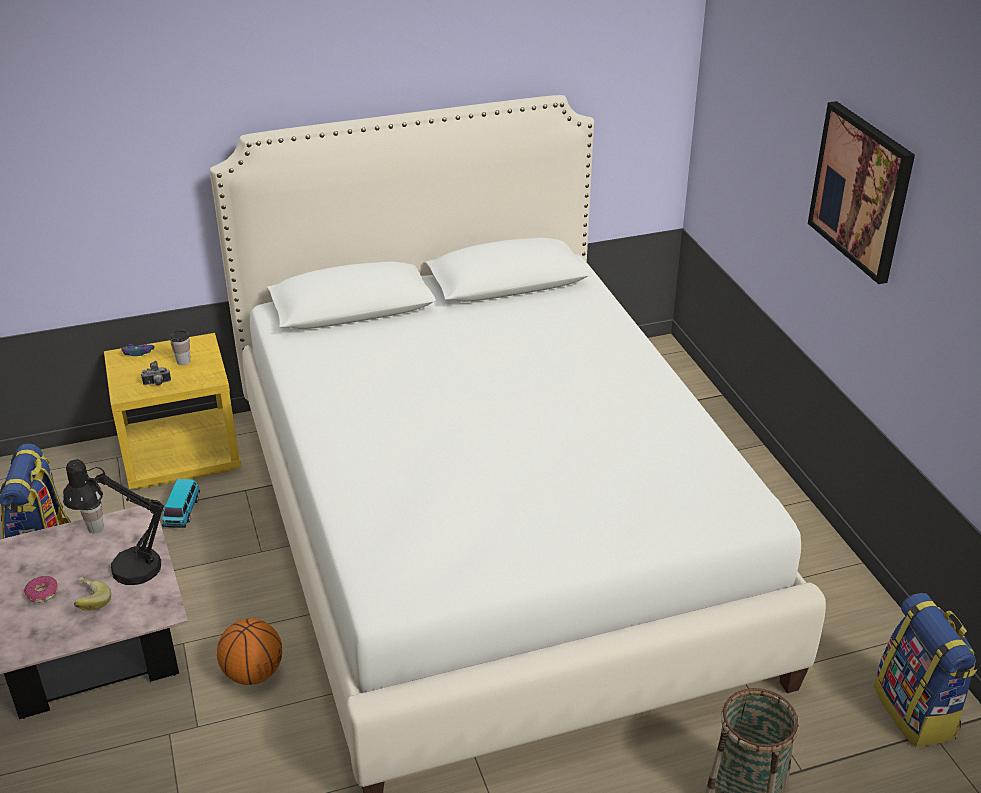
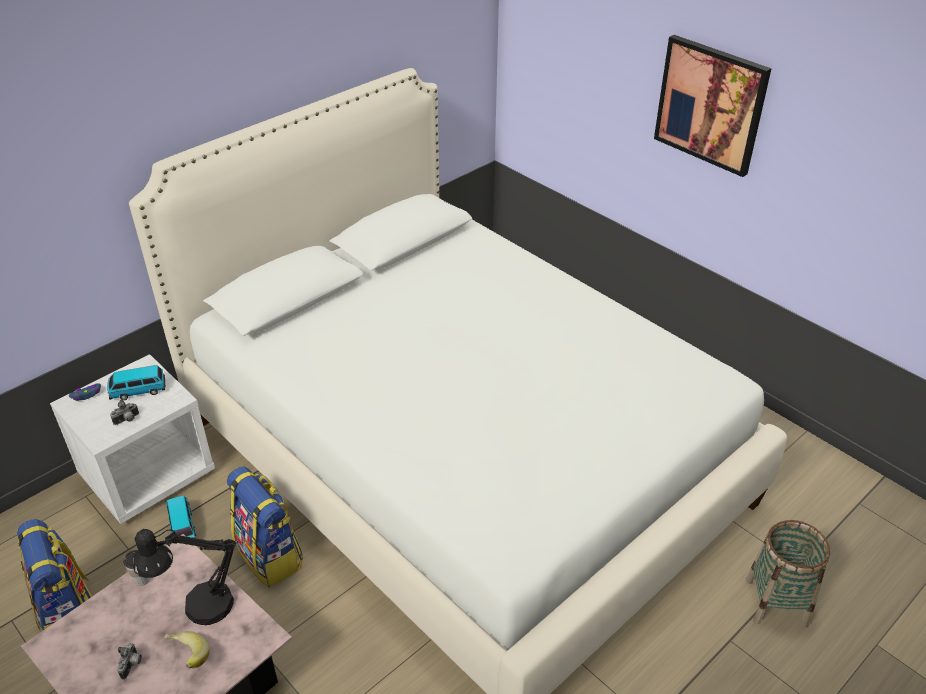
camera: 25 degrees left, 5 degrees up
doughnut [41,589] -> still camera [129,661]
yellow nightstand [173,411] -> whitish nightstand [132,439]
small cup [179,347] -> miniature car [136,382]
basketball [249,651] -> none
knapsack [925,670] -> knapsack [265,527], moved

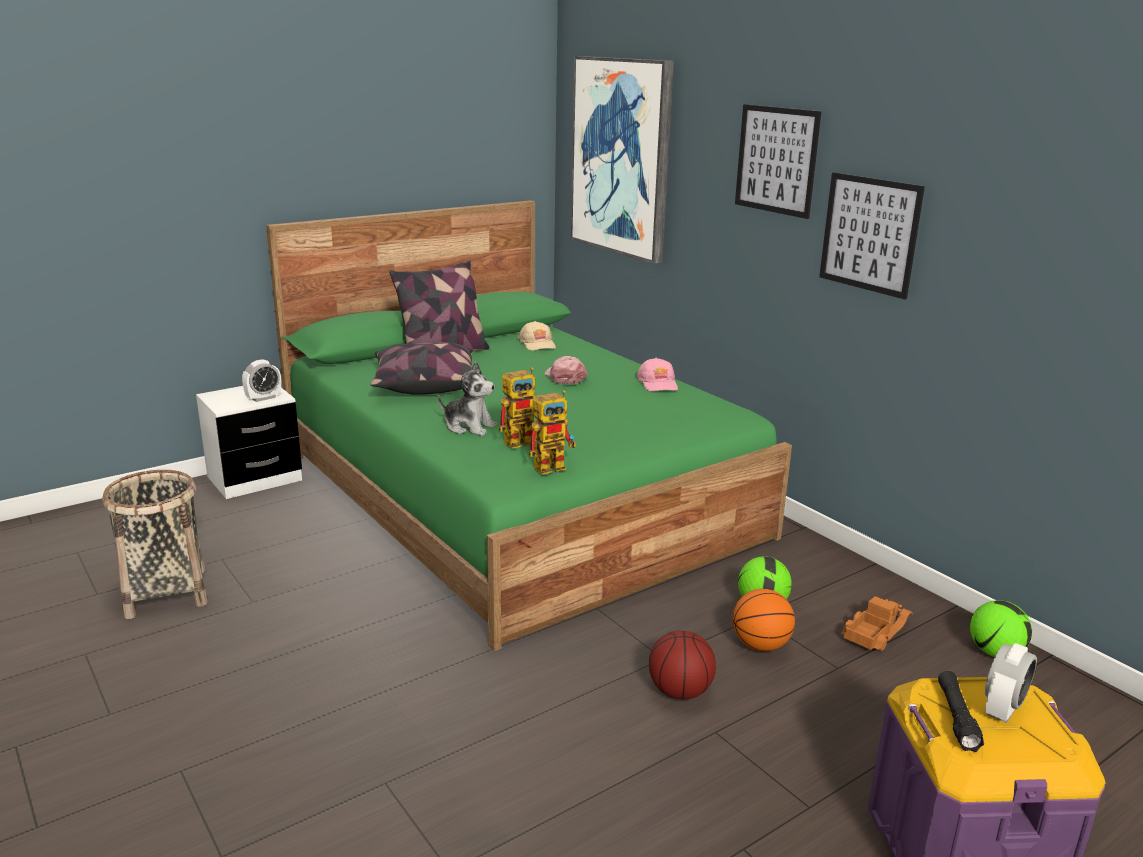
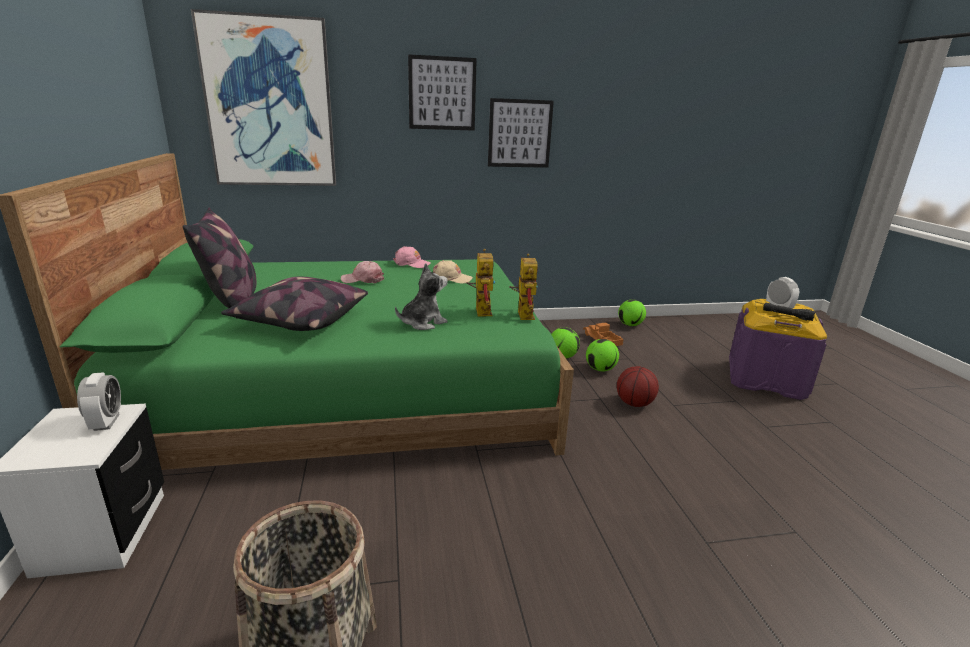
camera: 65 degrees left, 0 degrees up
beige baseball cap [537,336] -> beige baseball cap [453,272], moved
basketball [763,620] -> ball for football [602,355]

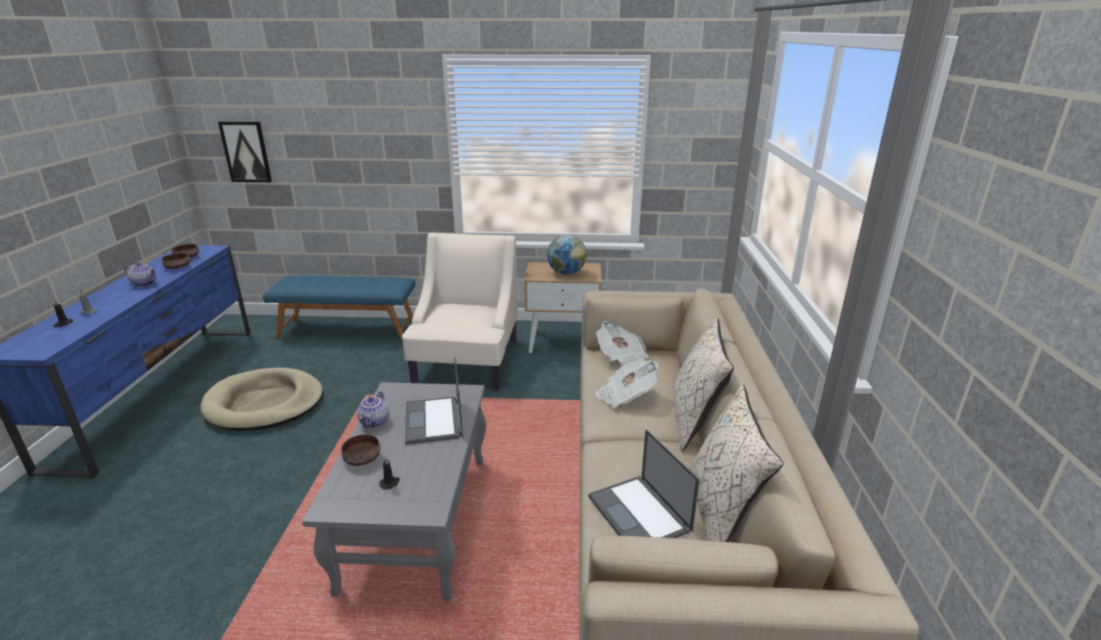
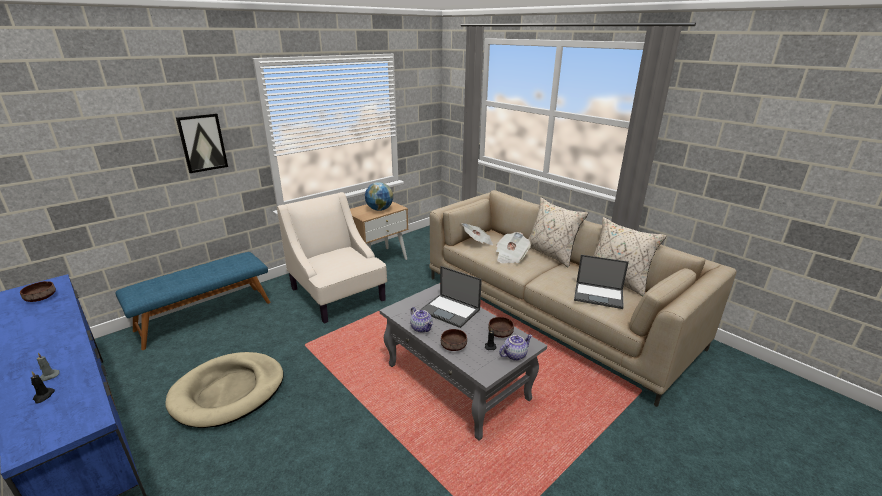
camera: 45 degrees left, 0 degrees up
tea pot [140,275] -> tea pot [515,347], moved
brown serving bowl [176,261] -> brown serving bowl [501,327], moved
wall art [245,151] -> wall art [202,143], moved

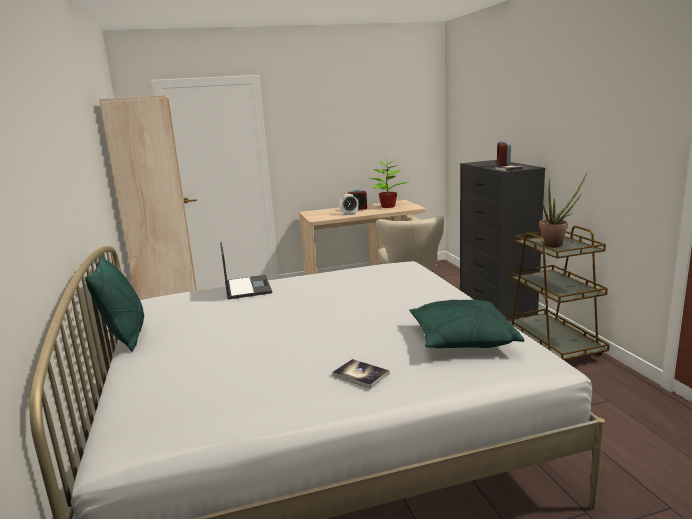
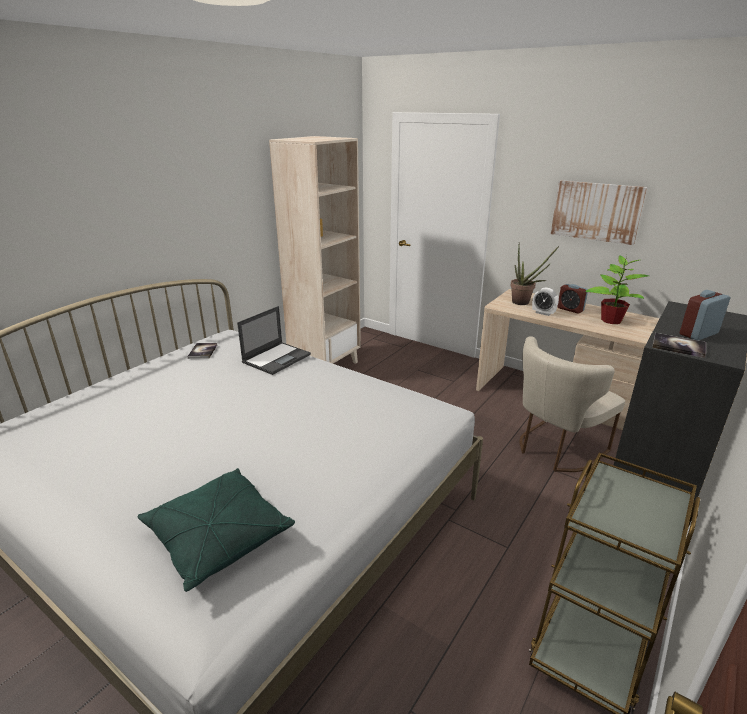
camera: 50 degrees right, 10 degrees up
green-coloured throw pillow [114,303] -> none
book [360,373] -> book [202,351], moved
potted plant [563,210] -> potted plant [534,275], moved
none -> wall art [599,212]

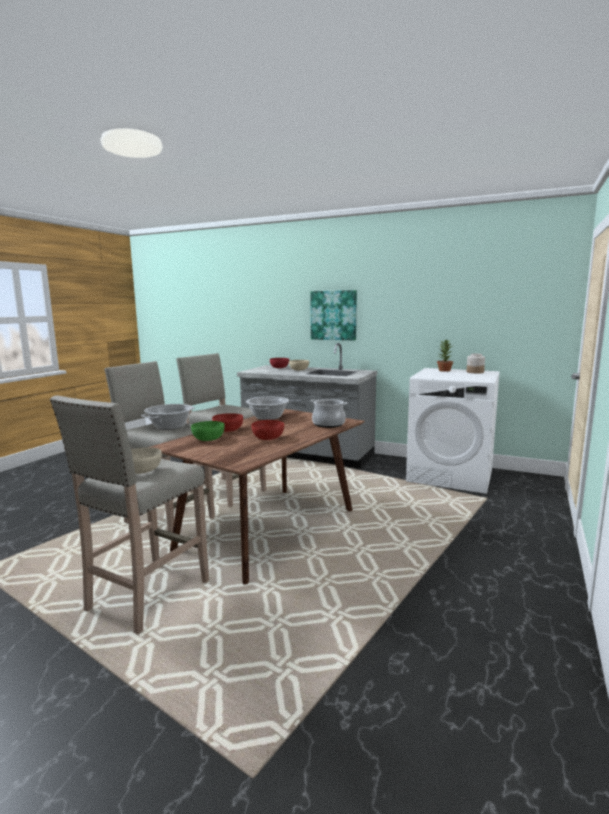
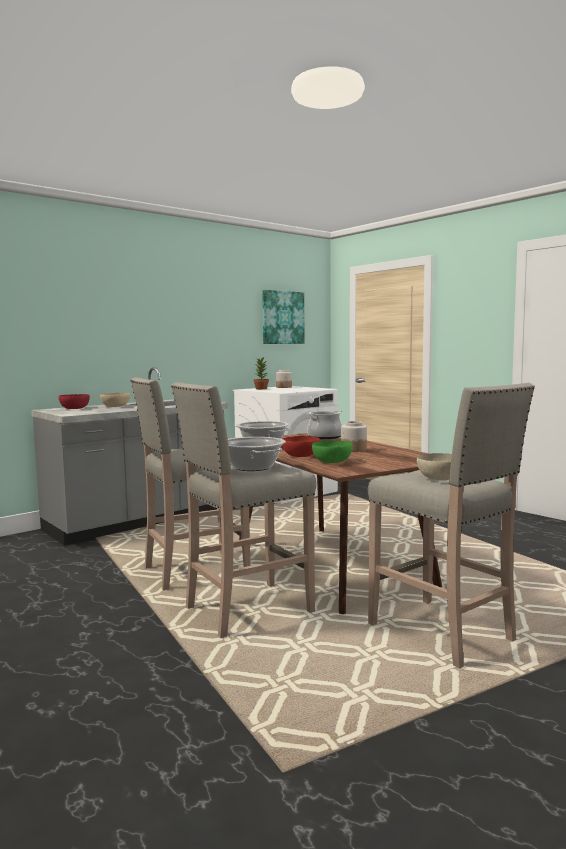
camera: 65 degrees left, 5 degrees down
reddish serving bowl [267,430] -> storage jar [354,436]
wall art [333,315] -> wall art [283,317], moved

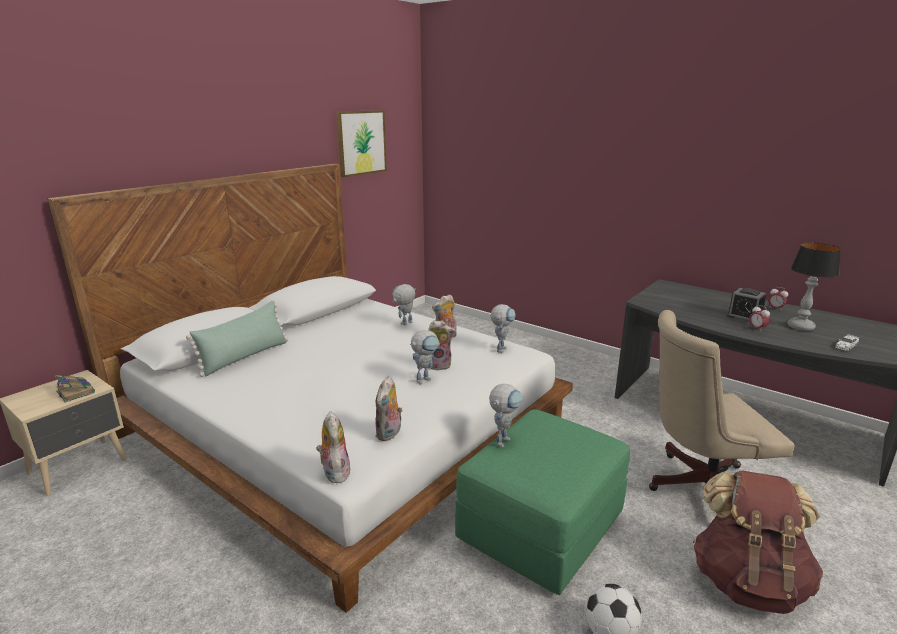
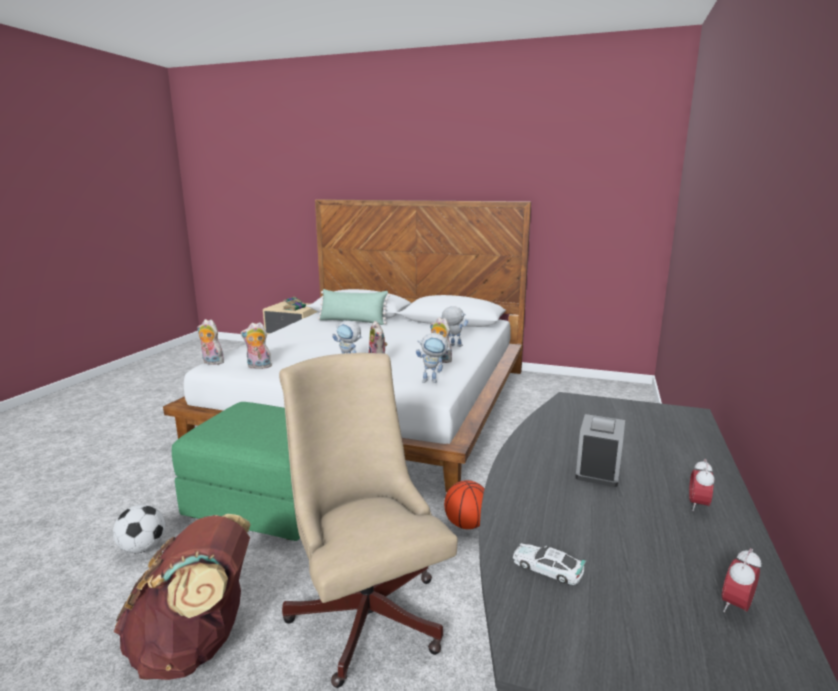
camera: 70 degrees right, 5 degrees down
plush toy [333,447] -> plush toy [210,342], 120 degrees counterclockwise
wall art [361,143] -> none
model robot [506,416] -> none
bedside clock [759,317] -> bedside clock [741,580], moved
tabletop lamp [814,287] -> none
none -> basketball [464,504]

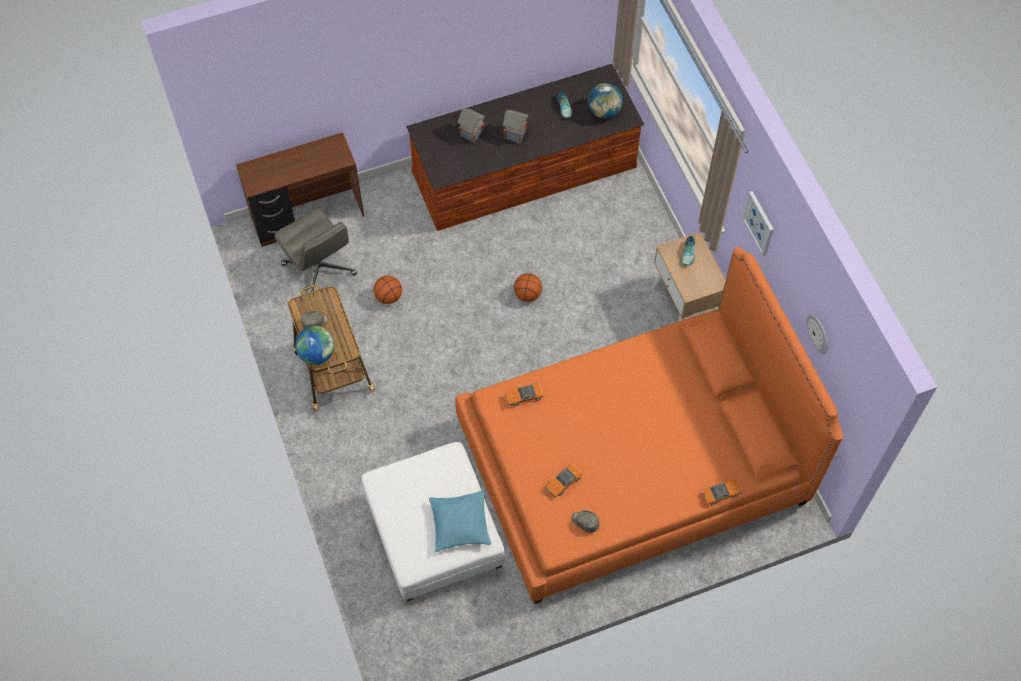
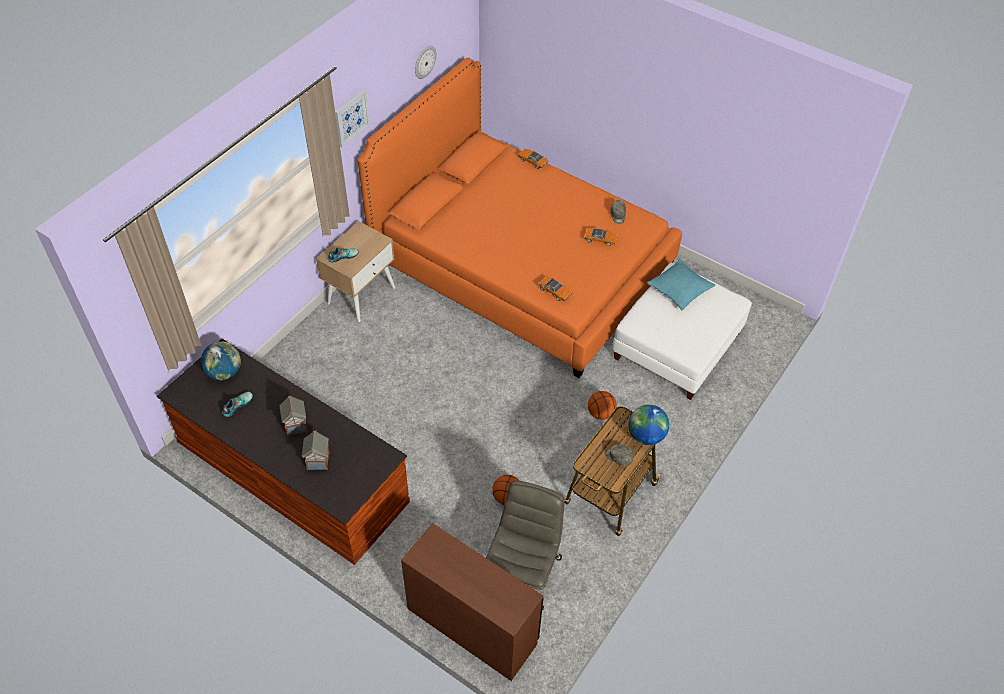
camera: 125 degrees left, 10 degrees down
basketball [528,287] -> basketball [602,405], moved

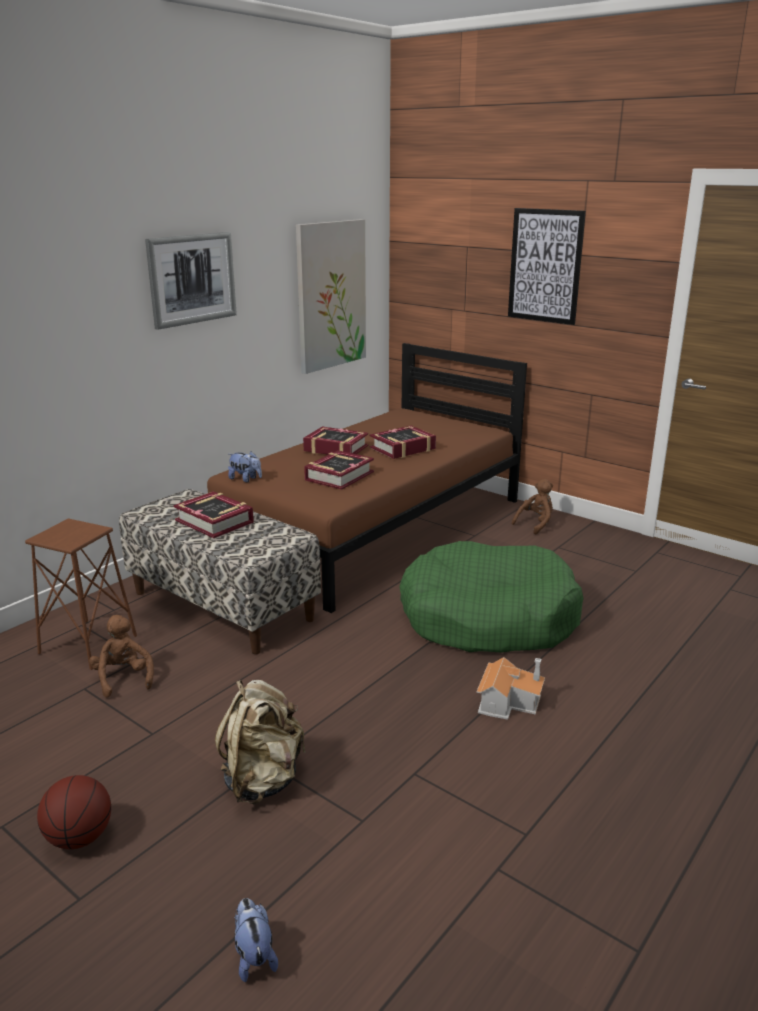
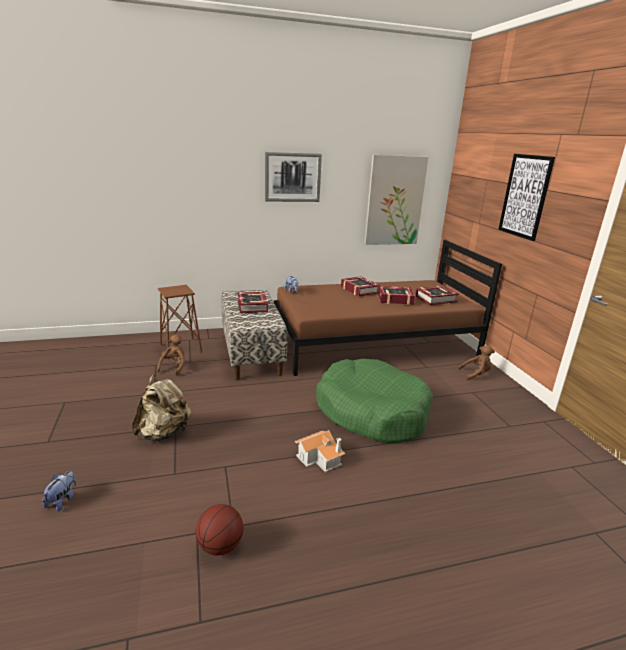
camera: 35 degrees right, 0 degrees up
basketball [74,812] -> basketball [219,530], moved
book [339,470] -> book [437,295], moved

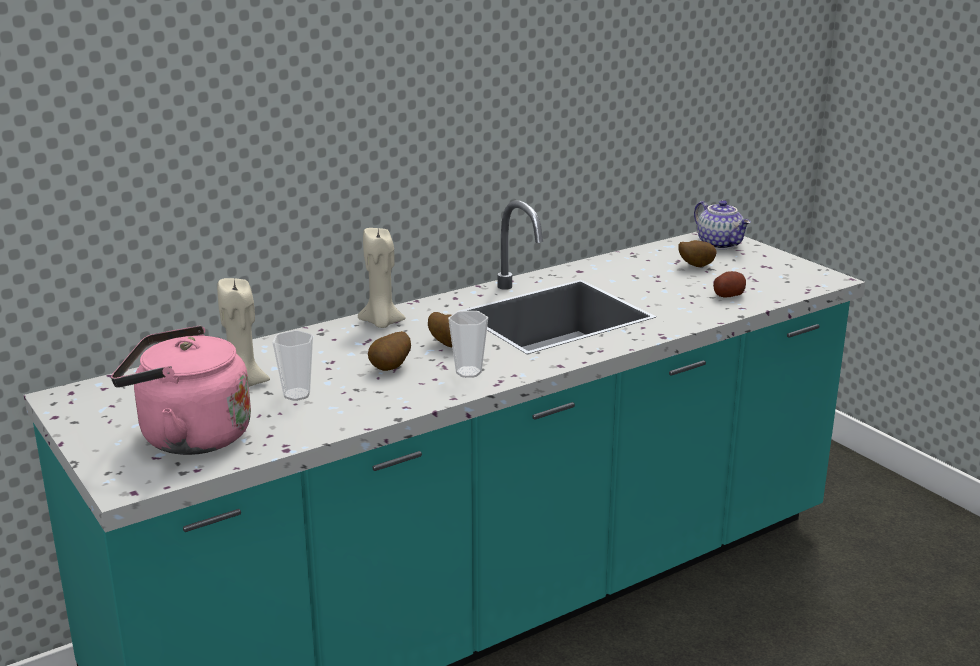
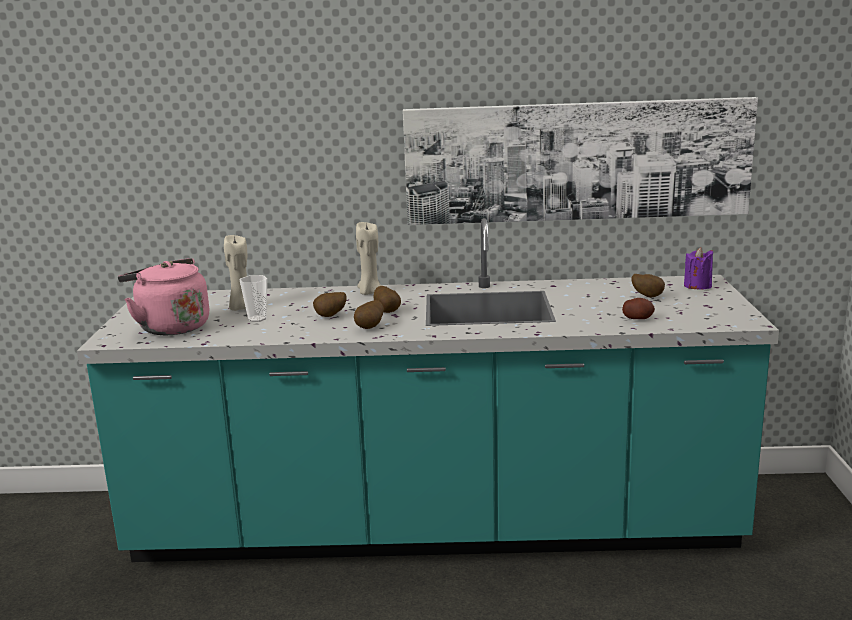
camera: 35 degrees right, 5 degrees down
small cup [468,344] -> potato [369,314]
tea pot [722,225] -> purple wax light [698,268]
none -> wall art [580,161]

